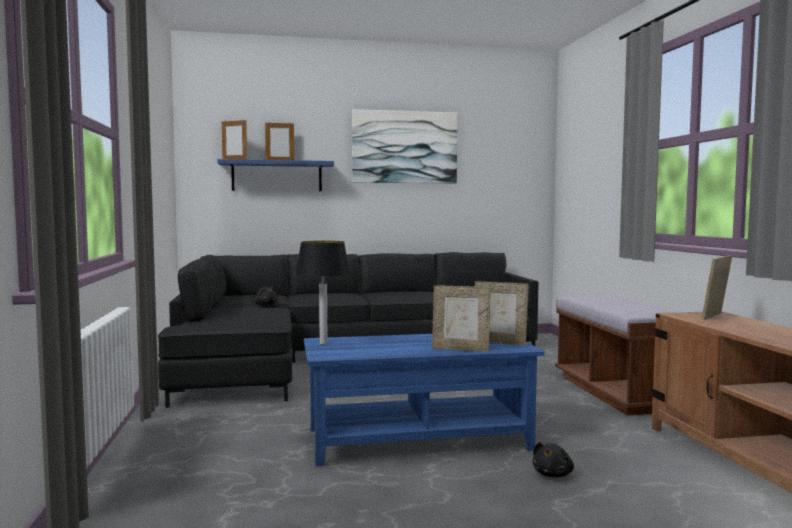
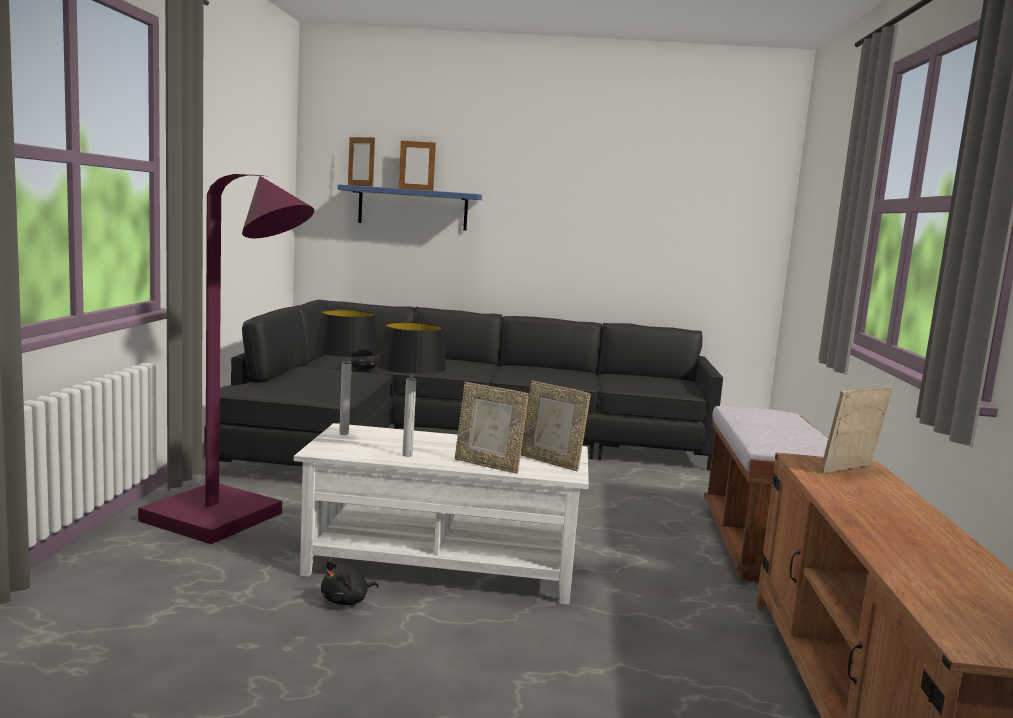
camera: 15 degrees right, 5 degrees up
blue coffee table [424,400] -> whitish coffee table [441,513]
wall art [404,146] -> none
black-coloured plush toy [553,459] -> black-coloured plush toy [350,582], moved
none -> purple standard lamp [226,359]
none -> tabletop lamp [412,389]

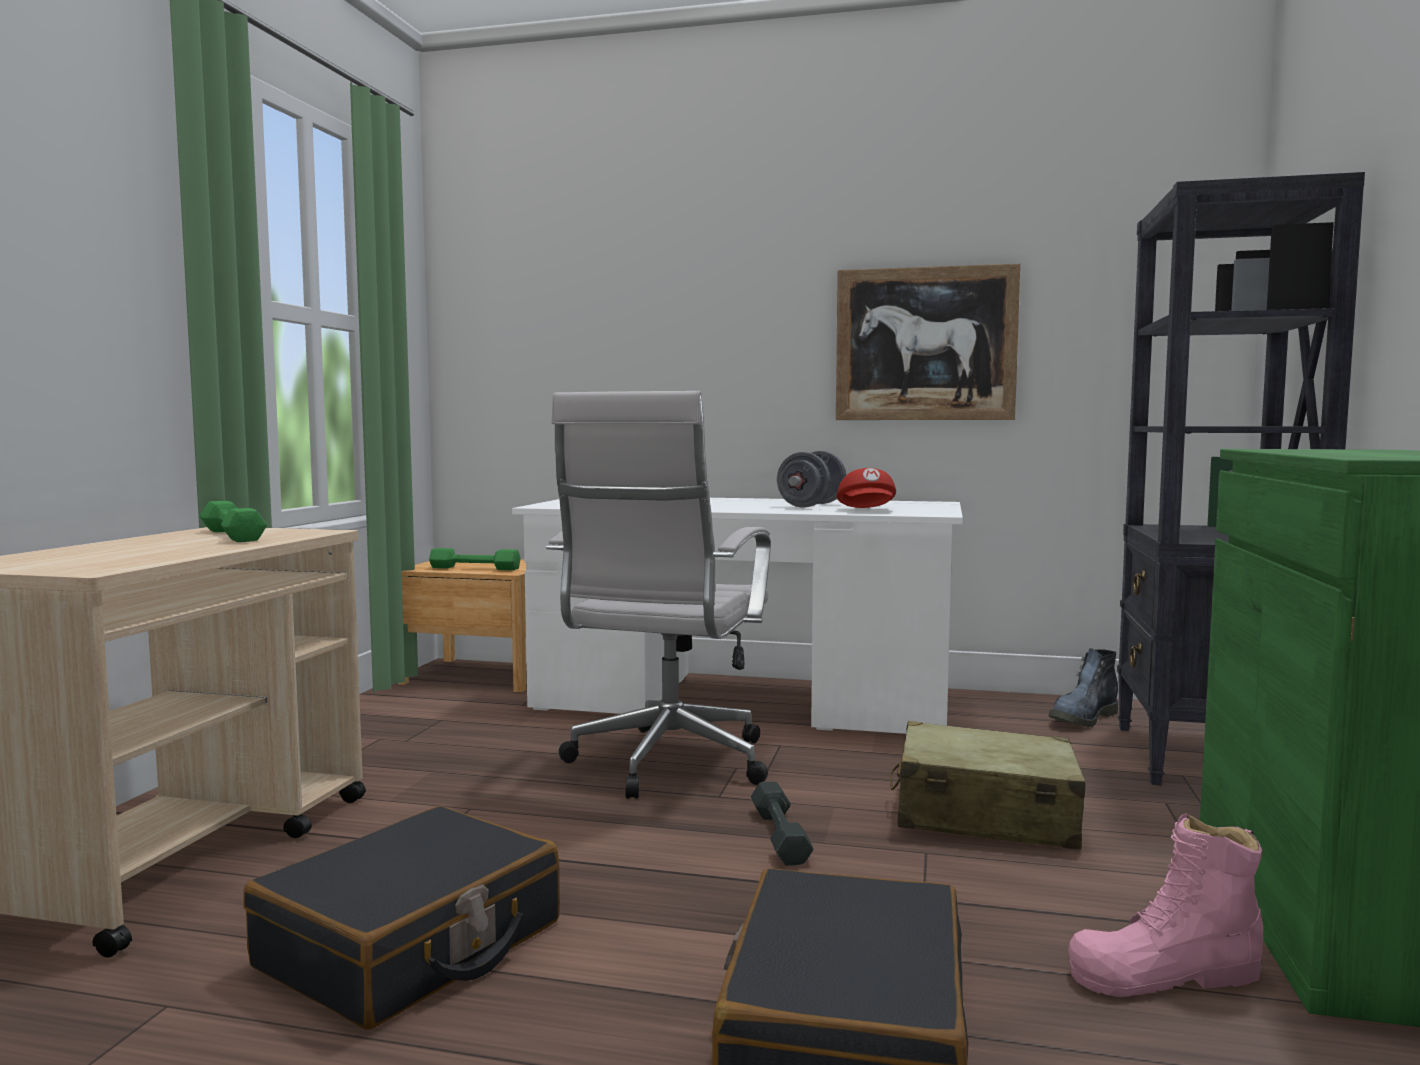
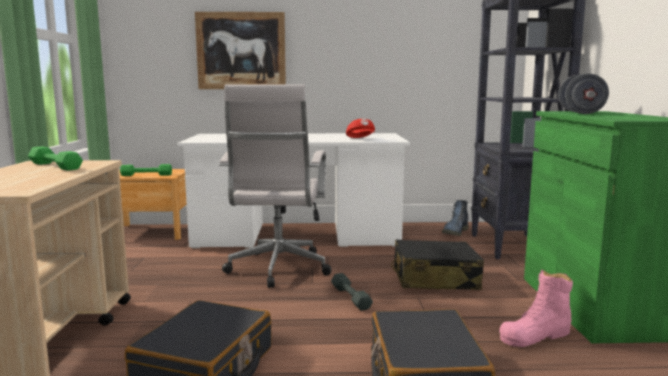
camera: 15 degrees left, 5 degrees up
grey dumbbell [812,479] -> grey dumbbell [583,94], moved
wall art [928,342] -> wall art [240,50], moved
beige travel case [988,785] -> black-coloured travel case [437,265]

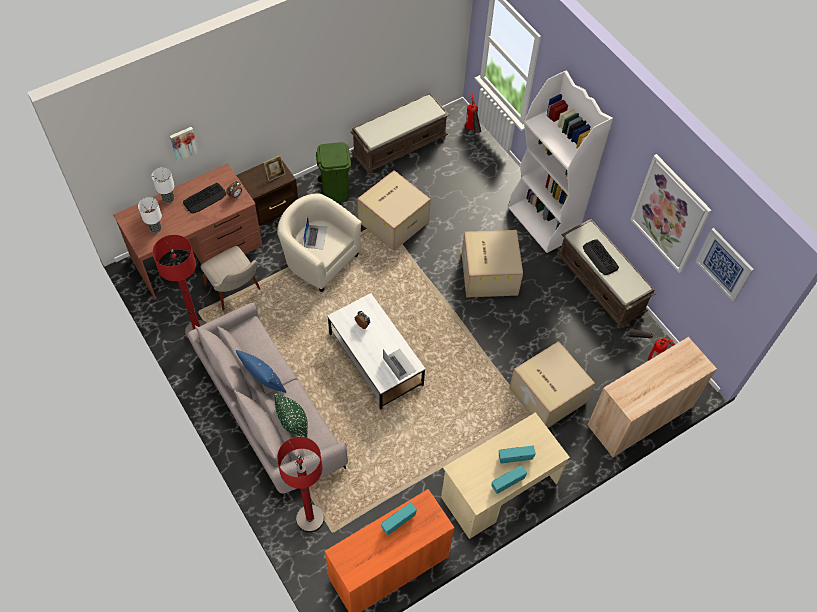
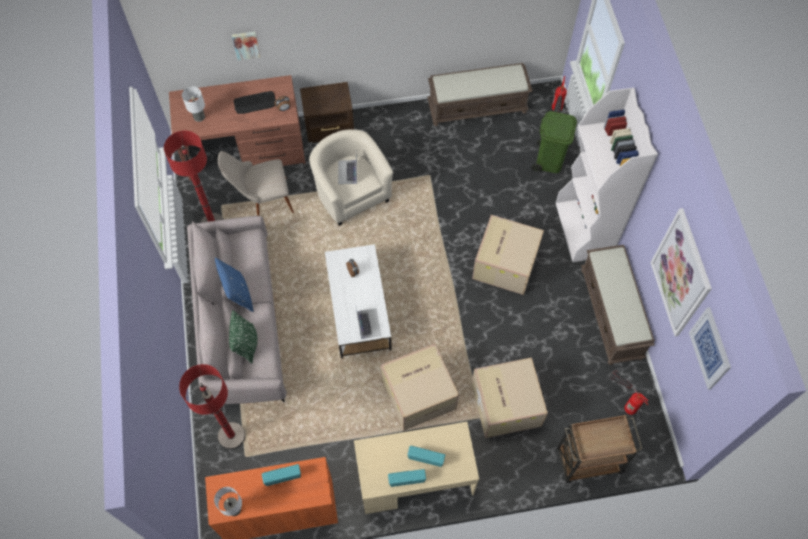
camera: 25 degrees right, 5 degrees up
tabletop lamp [163,185] -> tabletop lamp [228,501], moved
beige chair [230,278] -> beige chair [256,183], 90 degrees clockwise
standing frame [275,168] -> none
portable computer [315,232] -> portable computer [347,169], 150 degrees clockwise
green-coloured waste bin [333,172] -> green-coloured waste bin [554,142], moved
cardboard box [394,210] -> cardboard box [420,387], moved
PC keyboard [601,257] -> none
beige cupboard [652,397] -> brown trolley [600,448]

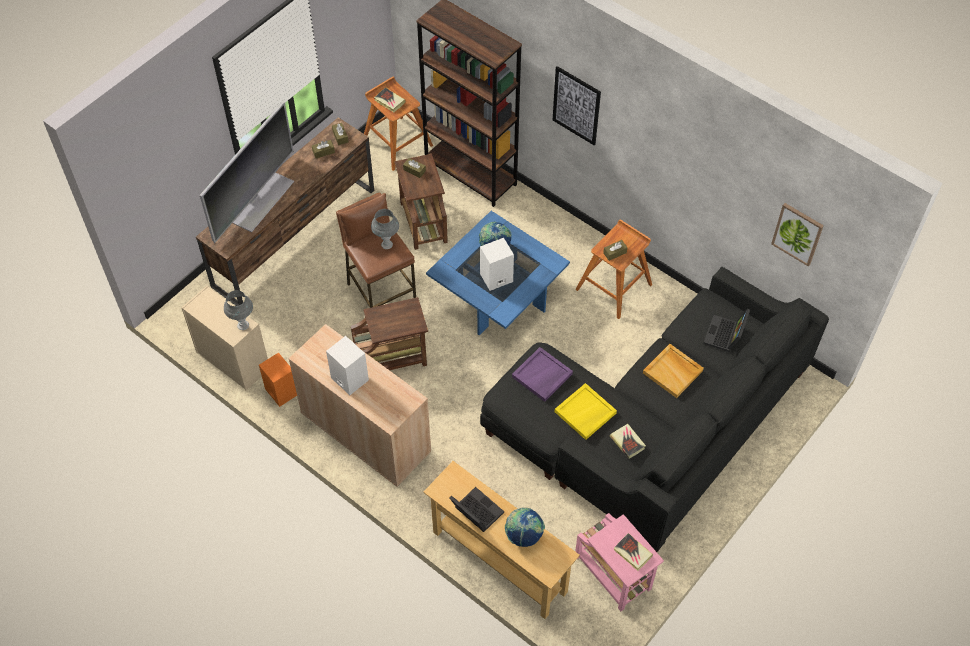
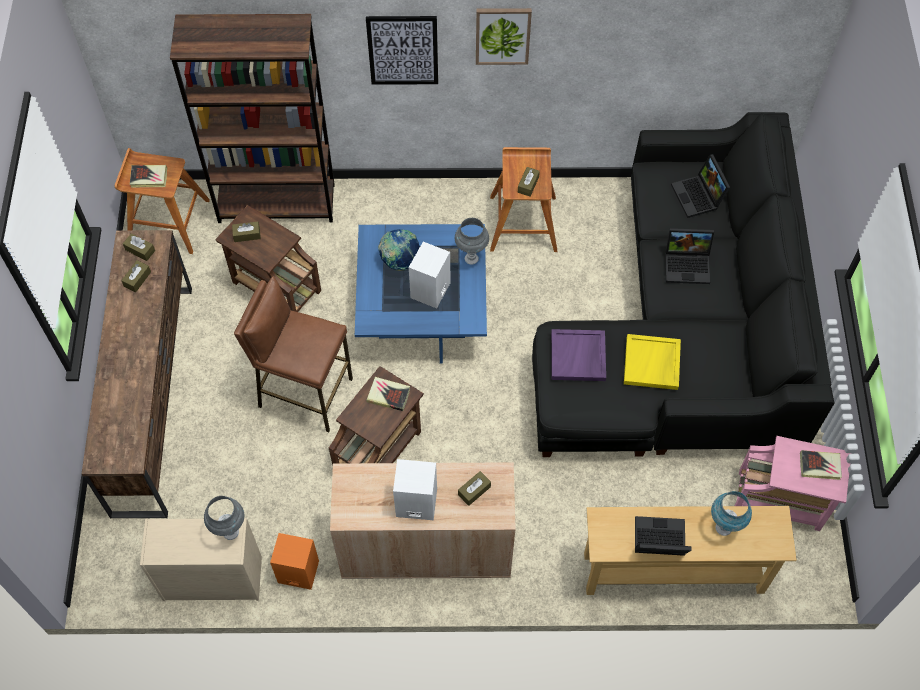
camera: 40 degrees left, 5 degrees up
TV set [247,172] -> none
grey tabletop lamp [385,229] -> grey tabletop lamp [472,241], moved
world globe [525,527] -> blue tabletop lamp [731,513]
book [628,441] -> book [388,394], moved
beige tray [673,371] -> portable computer [689,256]
wall art [797,235] -> wall art [504,36], moved
none -> brown box of tissues [474,488]

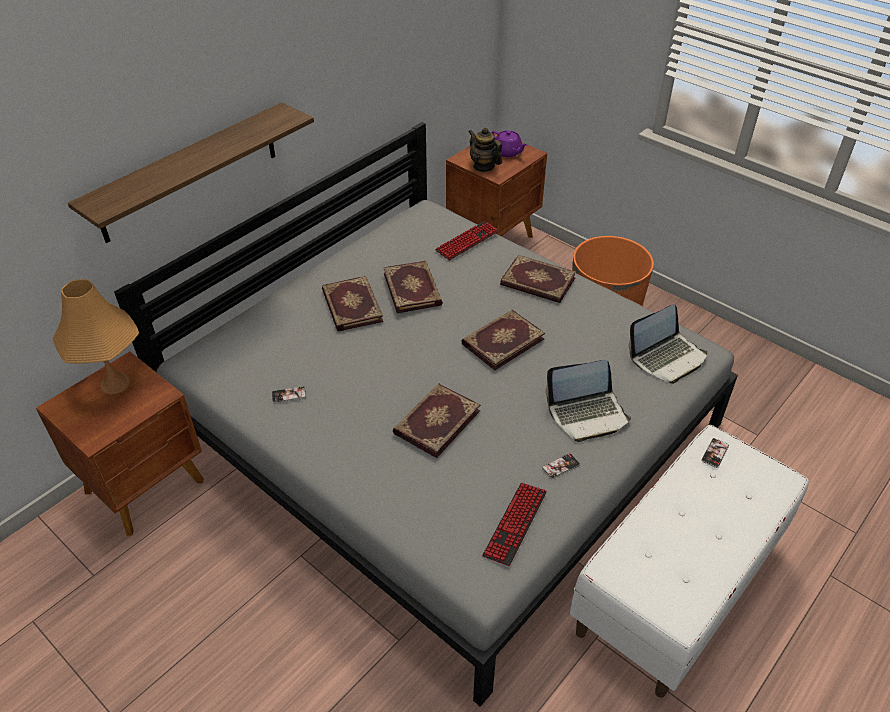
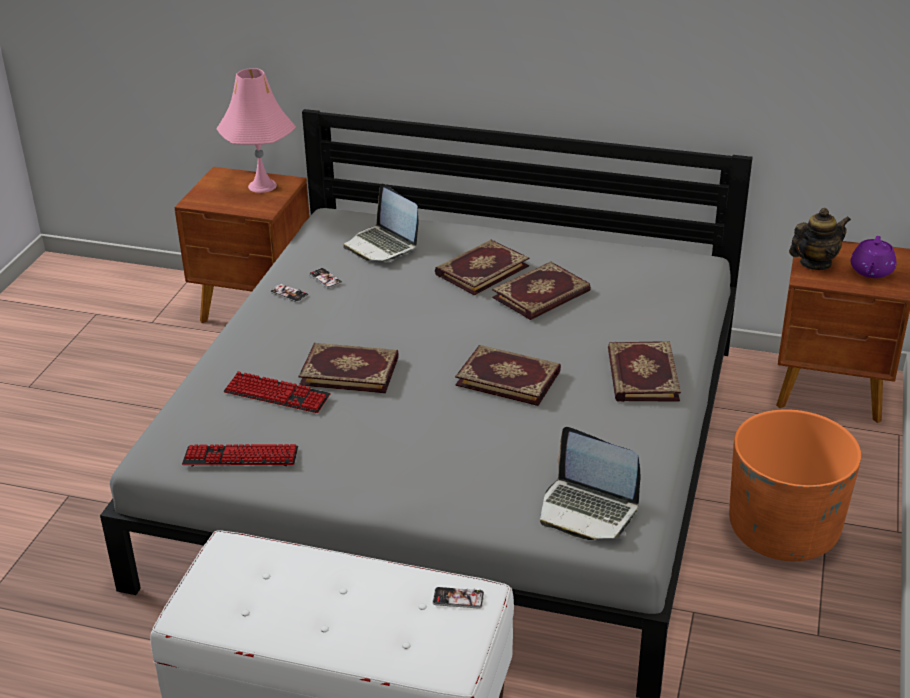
camera: 65 degrees right, 10 degrees down
orange tabletop lamp [95,336] -> pink tabletop lamp [256,130]
shelf [191,172] -> none
PC keyboard [467,241] -> PC keyboard [277,392], moved
tea pot [485,150] -> tea pot [820,239], 45 degrees clockwise
phone [561,466] -> phone [289,293], moved
portable computer [588,401] -> portable computer [380,222], moved

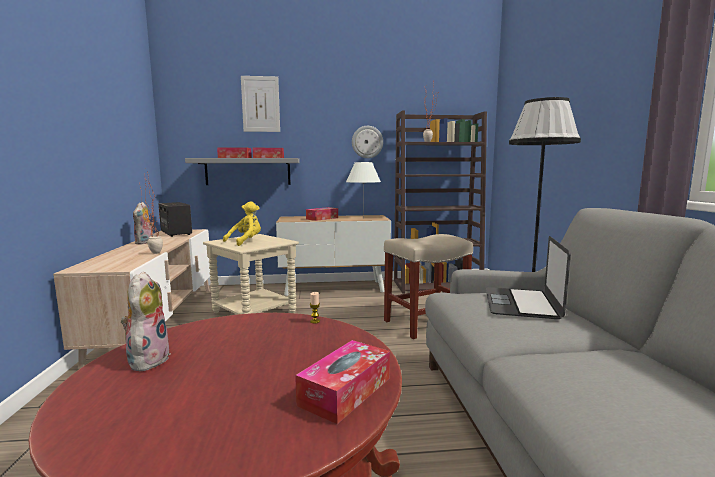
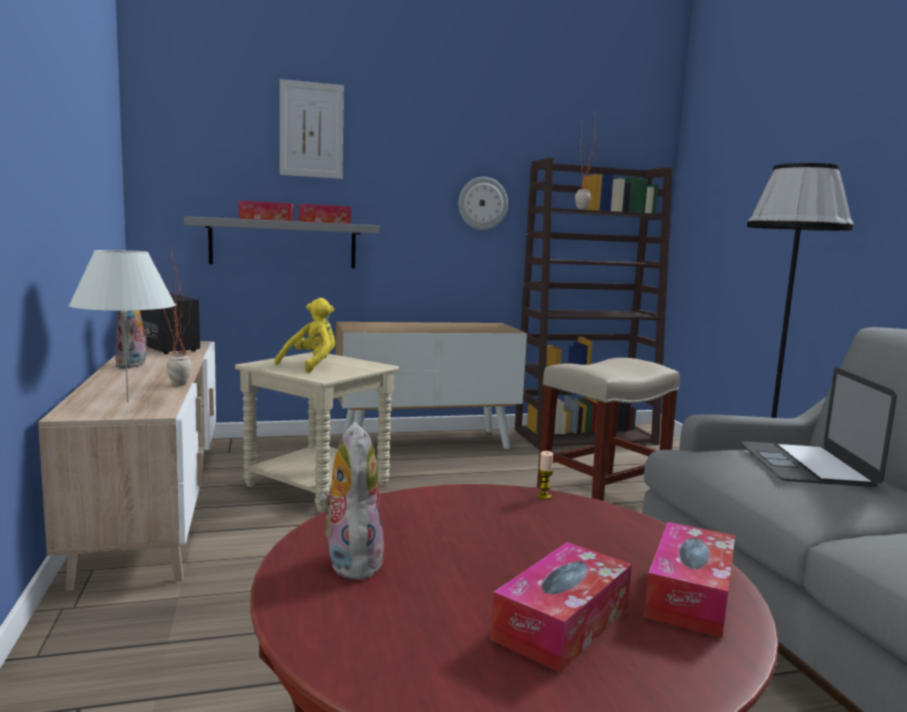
camera: 10 degrees left, 0 degrees up
box of tissues [322,214] -> box of tissues [561,607], moved
whitish tabletop lamp [363,190] -> whitish tabletop lamp [122,326], moved

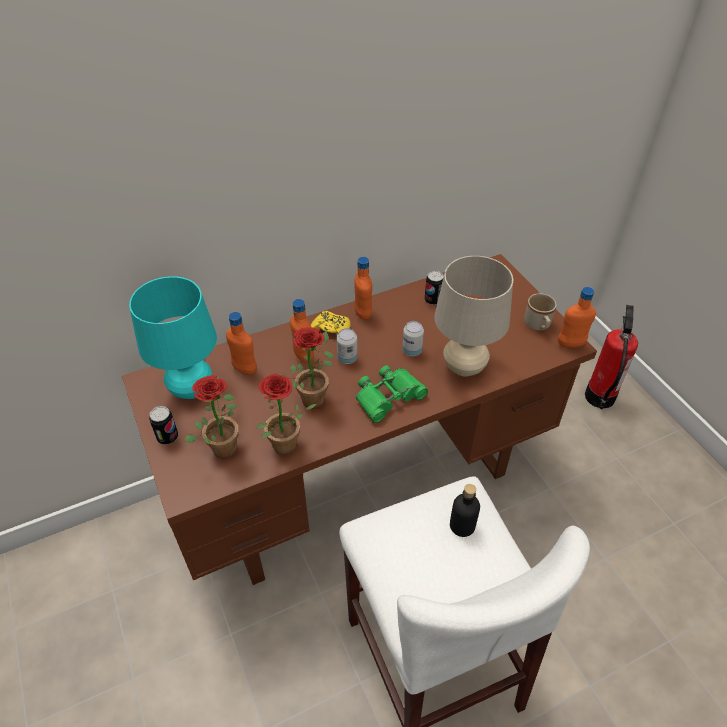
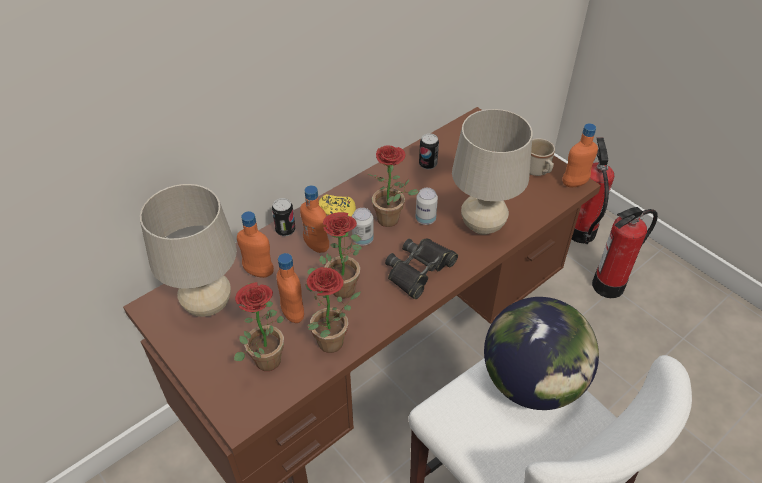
camera: 15 degrees left, 0 degrees up
blue-green tabletop lamp [173,337] -> beige tabletop lamp [188,250]
can [163,425] -> can [283,217], moved
orange drink bottle [363,288] -> orange drink bottle [290,288], moved
green-coloured field glasses [392,394] -> black-coloured field glasses [421,269]
black-coloured drink bottle [465,510] -> world globe [541,353]
none -> potted plant [393,186]
none -> extinguisher [625,252]

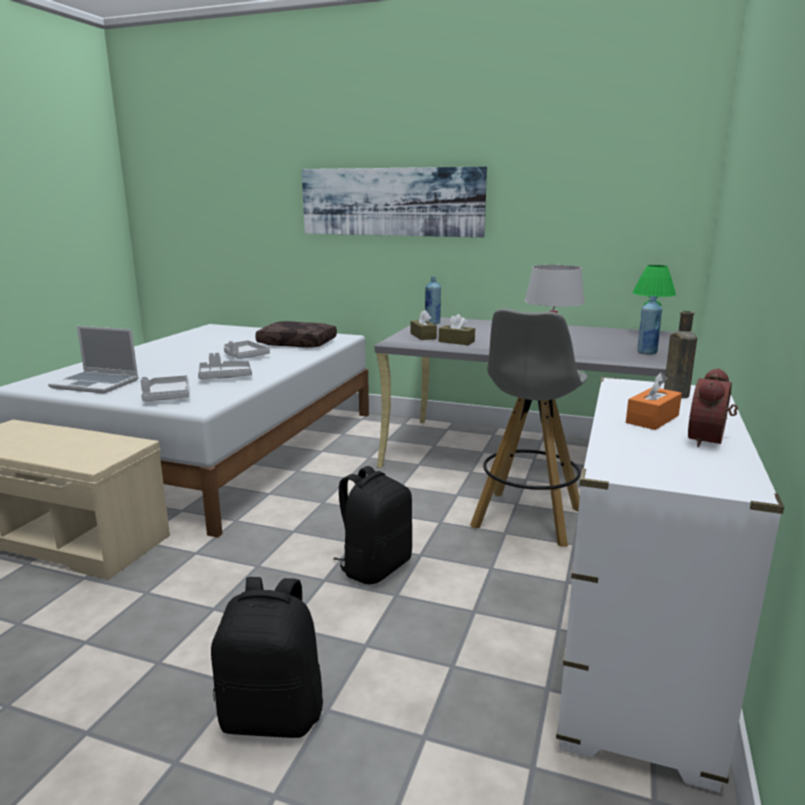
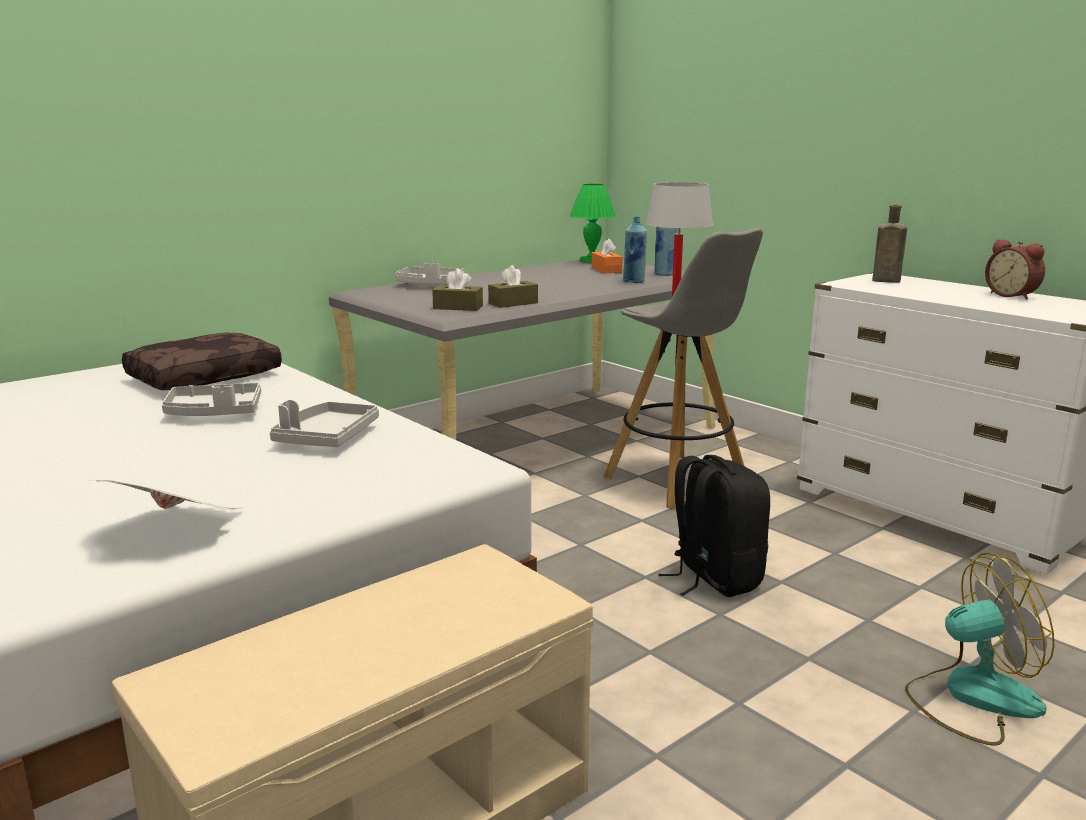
camera: 60 degrees left, 0 degrees up
portable computer [93,360] -> newspaper [168,495]
grey tray [165,388] -> grey tray [430,274], moved
black-coloured knapsack [267,657] -> cooling fan [979,649]
wall art [394,201] -> none
blue drink bottle [433,300] -> blue drink bottle [635,250], moved
orange box of tissues [654,401] -> orange box of tissues [607,256], moved

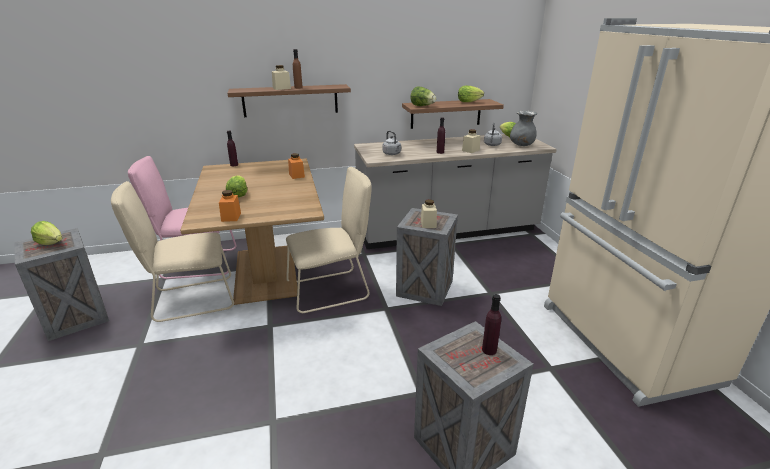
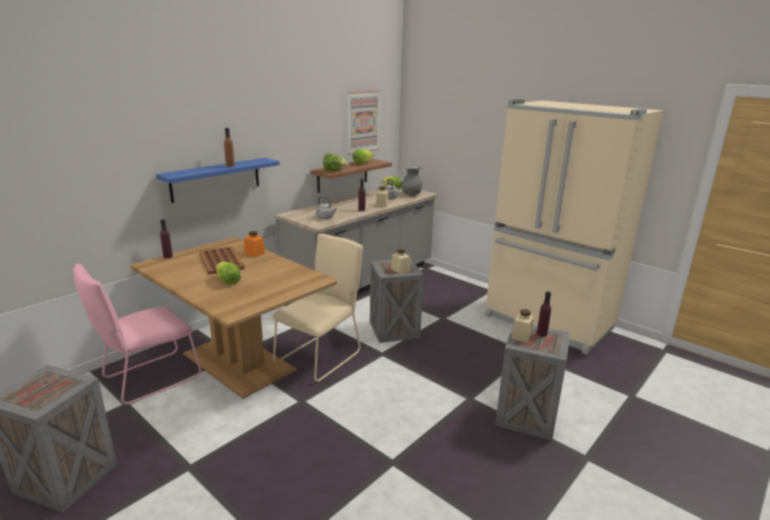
camera: 35 degrees left, 5 degrees down
lettuce head [46,233] -> none
beige chair [172,251] -> none
orange storage jar [230,206] -> none
brown shelf [289,100] -> blue shelf [218,180]
beige storage jar [281,77] -> beige storage jar [523,326], moved
none -> brown tray [222,260]
none -> wall art [364,123]

